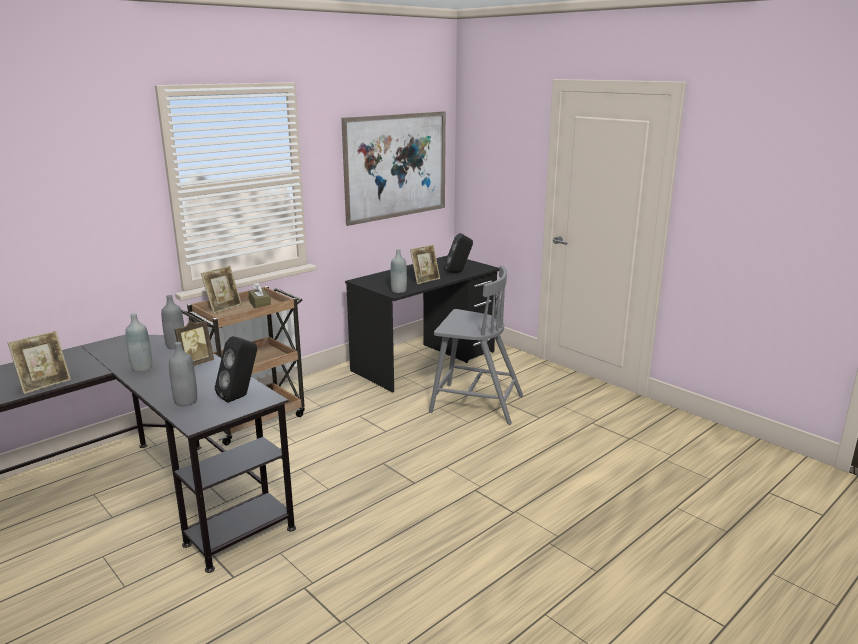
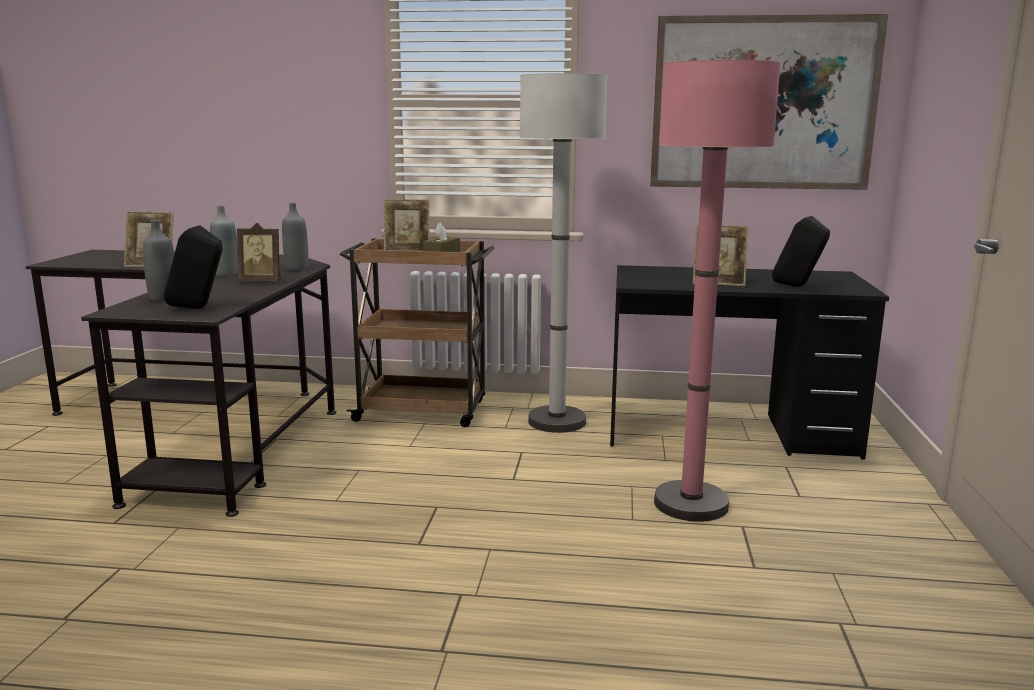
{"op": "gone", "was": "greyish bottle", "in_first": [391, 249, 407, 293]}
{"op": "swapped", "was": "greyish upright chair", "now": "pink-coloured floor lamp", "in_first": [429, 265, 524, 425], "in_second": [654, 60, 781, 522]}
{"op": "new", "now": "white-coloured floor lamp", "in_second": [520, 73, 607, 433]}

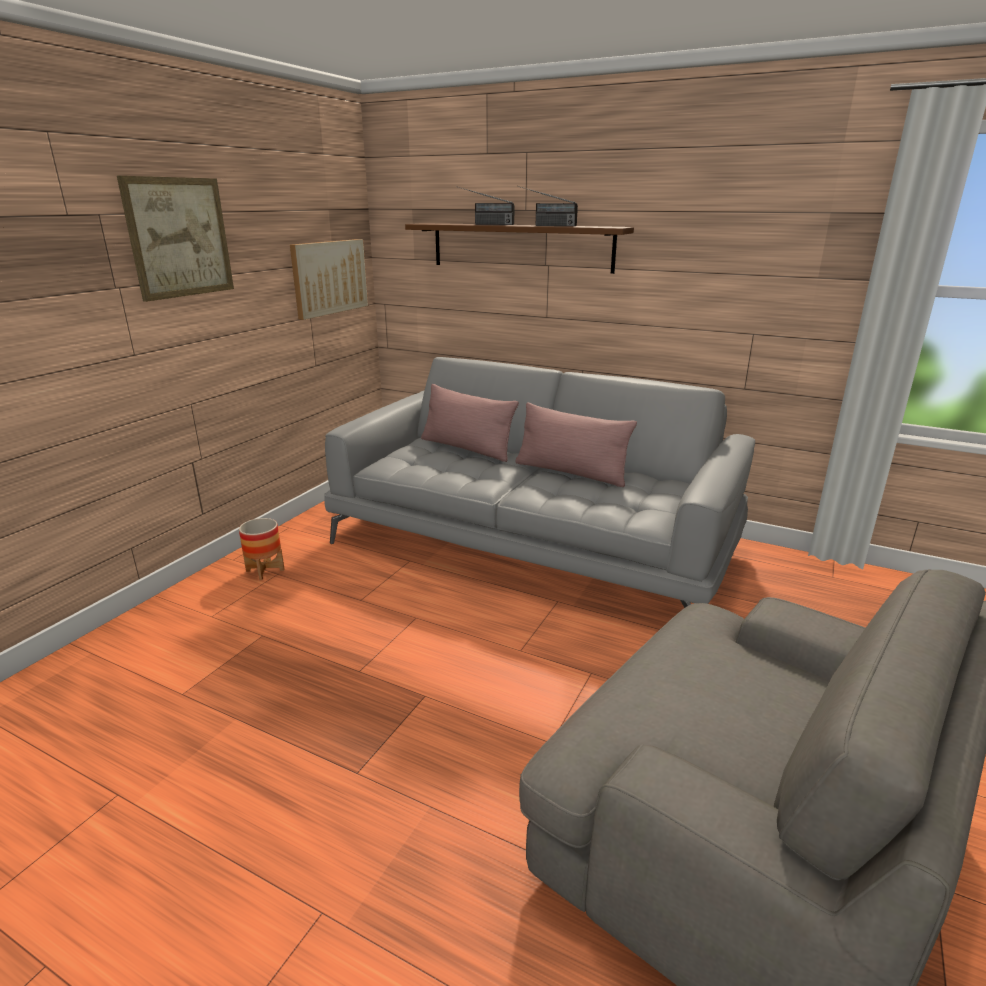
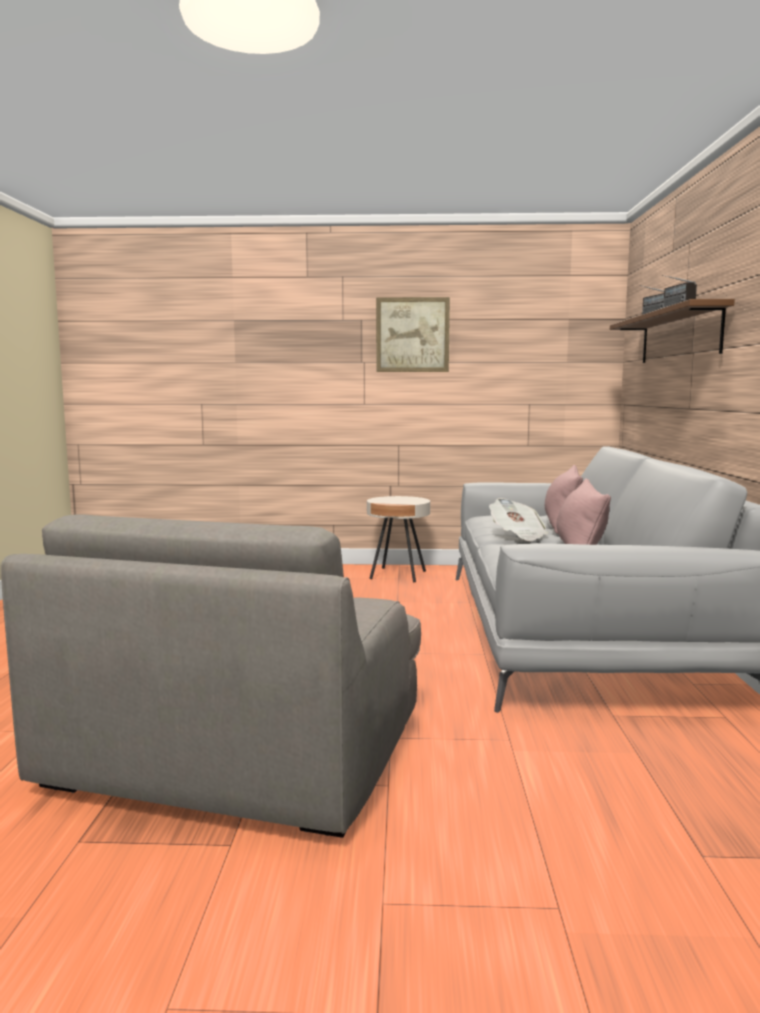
{"op": "gone", "was": "picture", "in_first": [290, 239, 368, 320]}
{"op": "swapped", "was": "plant pot", "now": "sand-coloured side table", "in_first": [239, 518, 284, 580], "in_second": [367, 496, 430, 582]}
{"op": "new", "now": "daily paper", "in_second": [489, 498, 548, 542]}

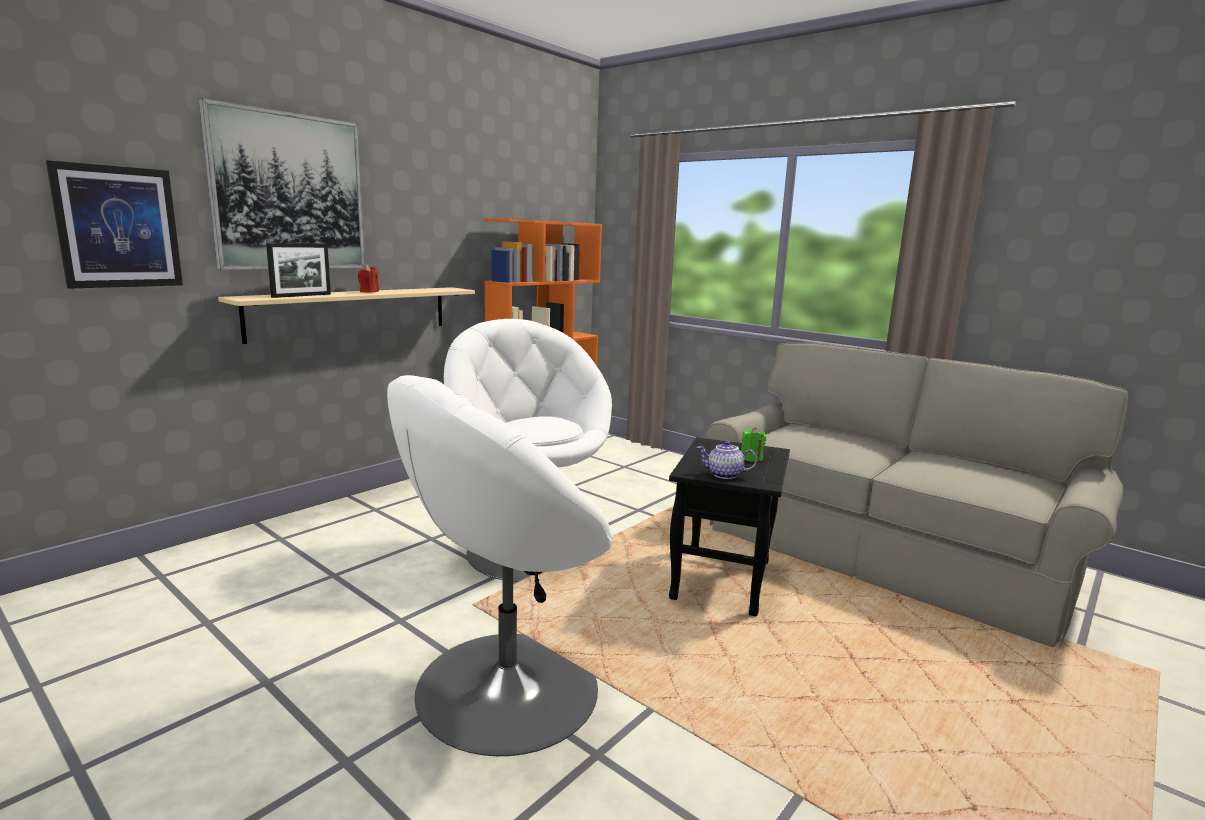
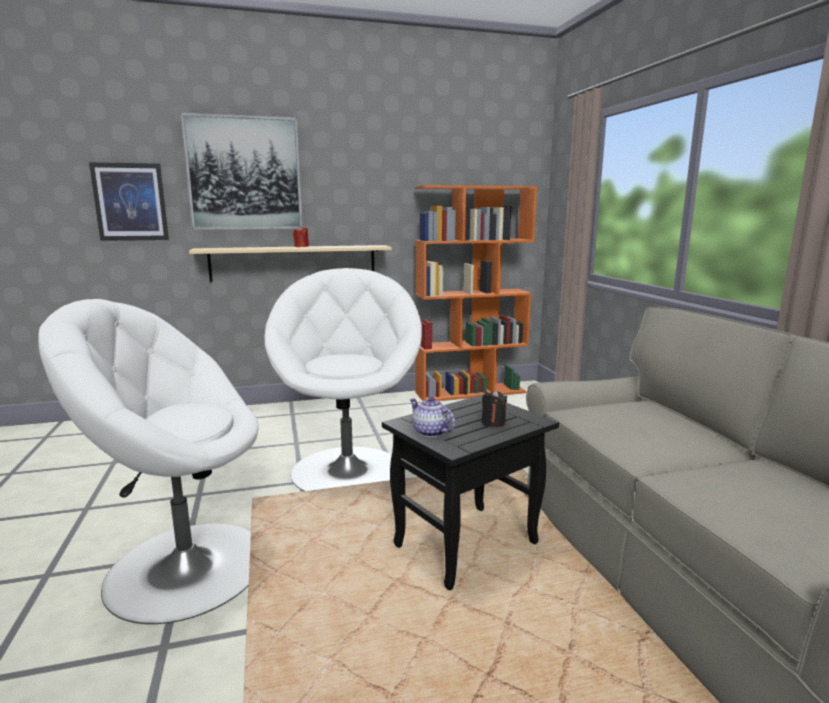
{"op": "gone", "was": "photo frame", "in_first": [266, 243, 331, 298]}
{"op": "repainted", "was": "green-coloured wax candle", "now": "blackish wax candle", "in_first": [741, 427, 766, 462], "in_second": [482, 390, 507, 427]}

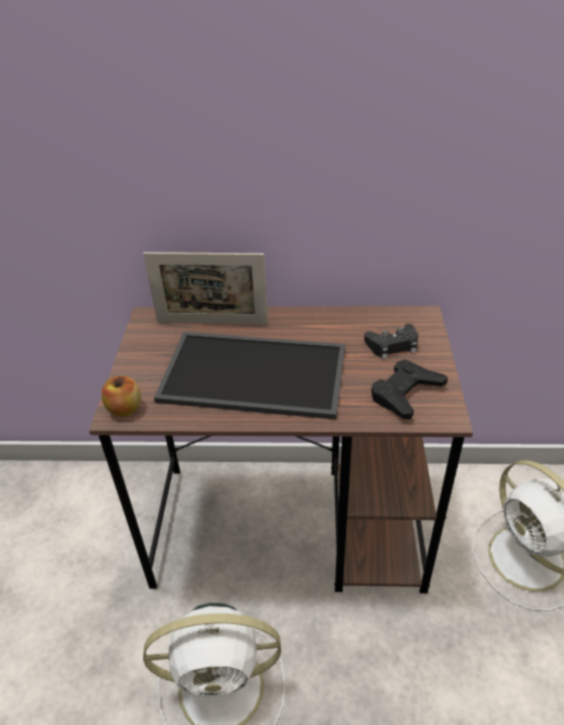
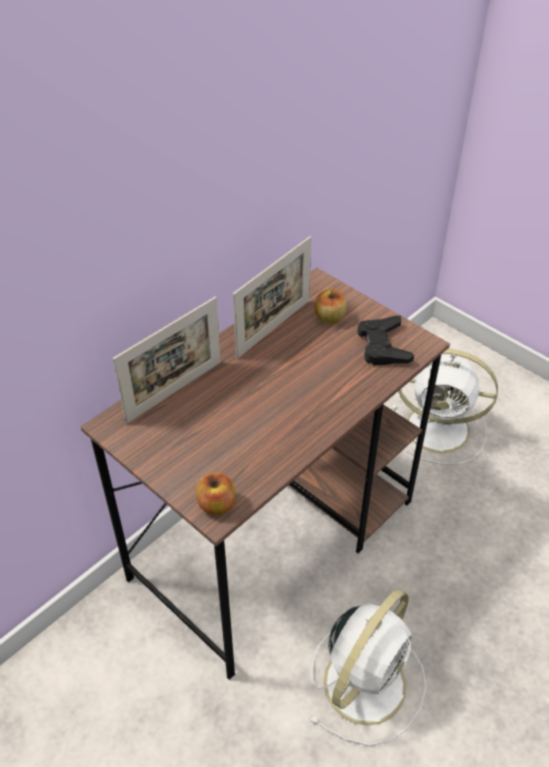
{"op": "swapped", "was": "blackish game controller", "now": "whole apple", "in_first": [364, 324, 418, 359], "in_second": [315, 289, 347, 324]}
{"op": "gone", "was": "serving tray", "in_first": [154, 332, 345, 420]}
{"op": "new", "now": "photo frame", "in_second": [233, 236, 312, 359]}

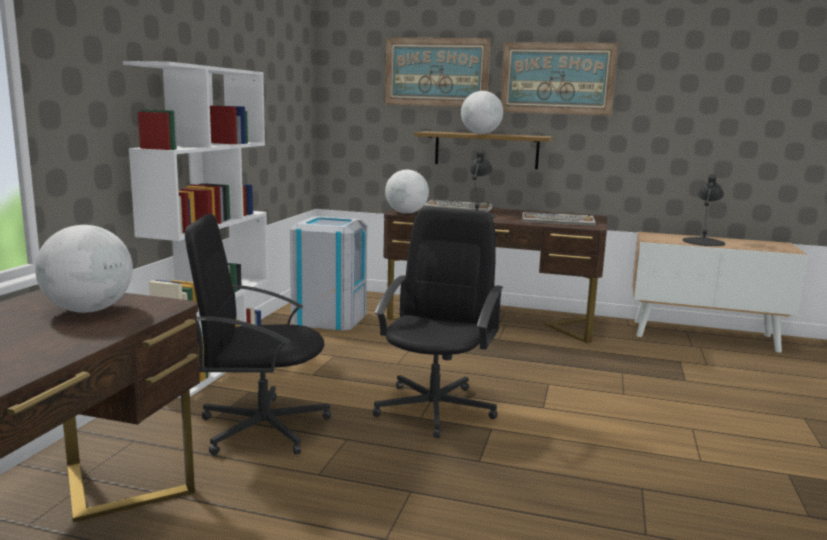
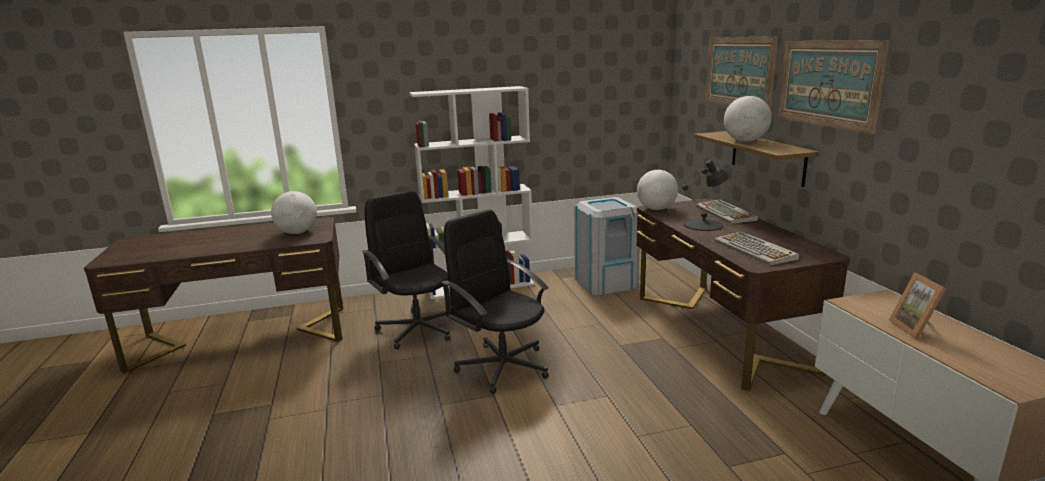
{"op": "swapped", "was": "blackish table lamp", "now": "photo frame", "in_first": [682, 174, 725, 246], "in_second": [889, 272, 946, 339]}
{"op": "rotated", "was": "blackish computer chair", "in_first": [373, 207, 503, 438], "in_second": [441, 209, 549, 394], "clockwise": -120}

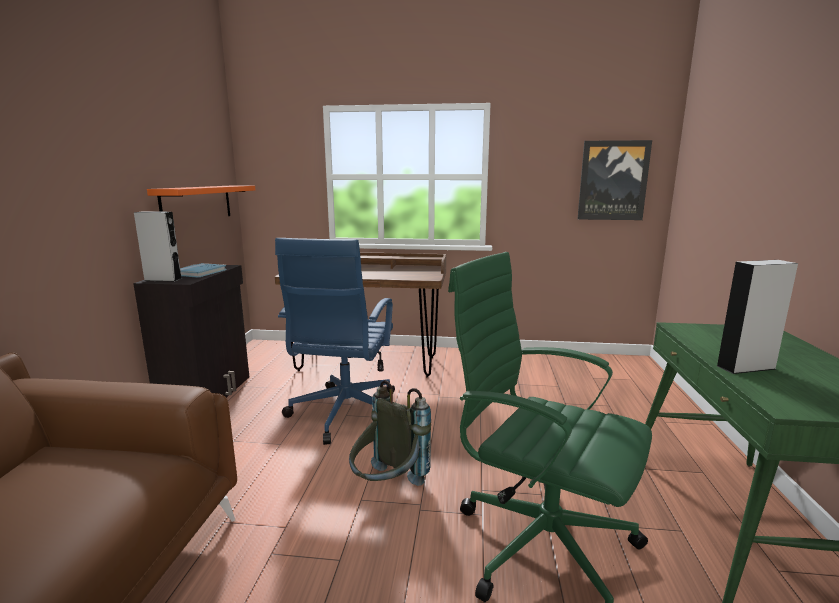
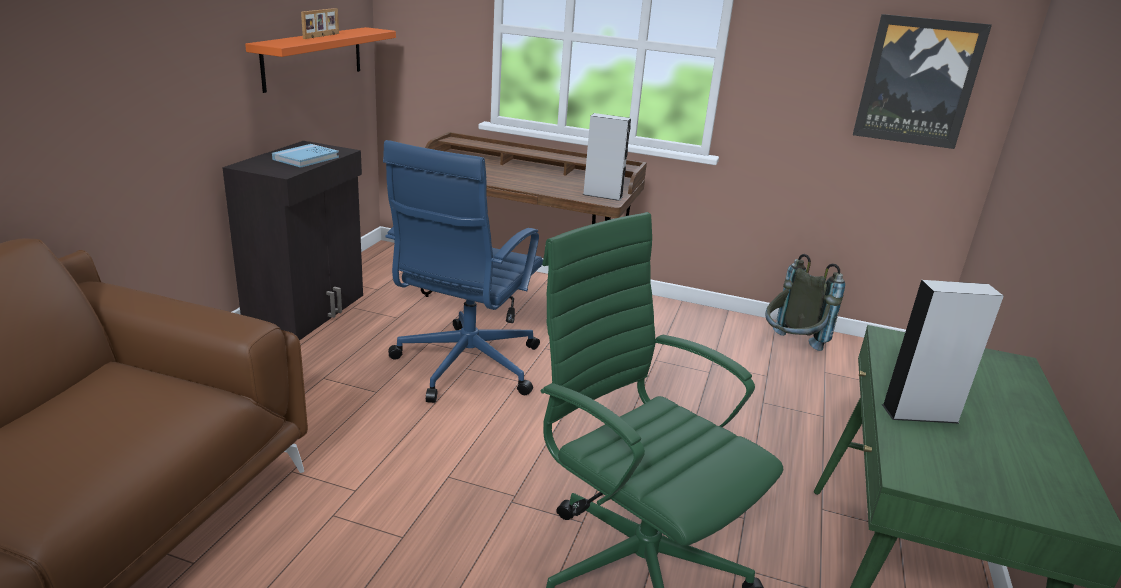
{"op": "shifted", "was": "greyish speaker", "in_first": [134, 211, 181, 281], "in_second": [583, 113, 631, 201]}
{"op": "shifted", "was": "greyish knapsack", "in_first": [349, 380, 431, 486], "in_second": [765, 254, 845, 351]}
{"op": "new", "now": "photo frame", "in_second": [301, 8, 339, 39]}

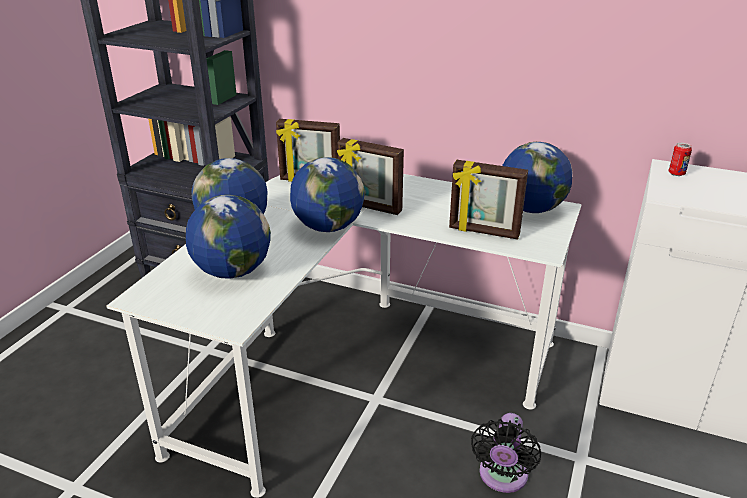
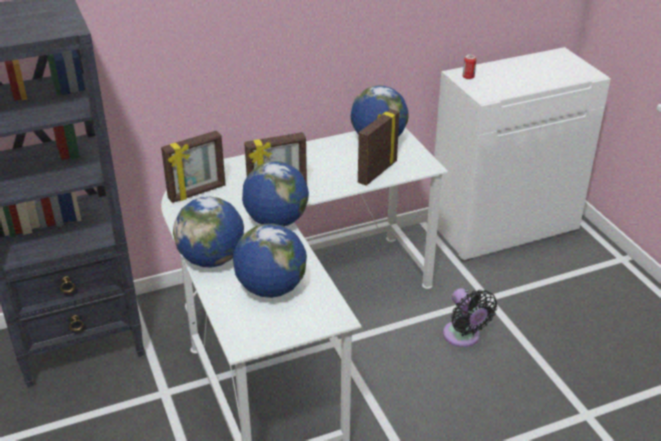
{"op": "rotated", "was": "photo frame", "in_first": [449, 160, 528, 240], "in_second": [358, 109, 400, 186], "clockwise": 150}

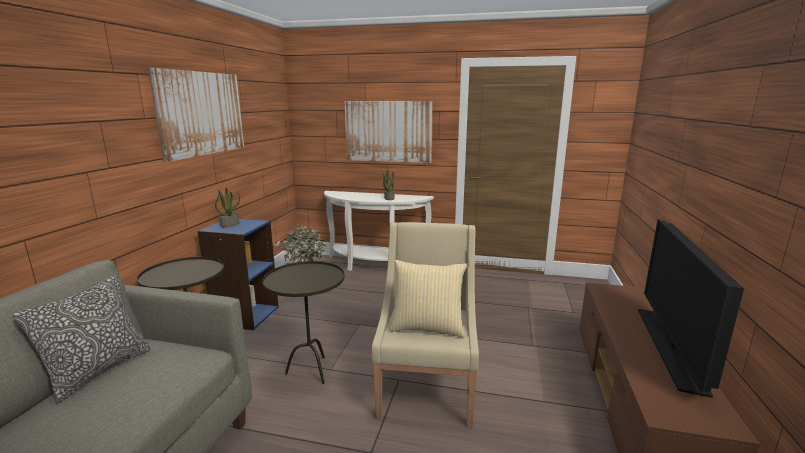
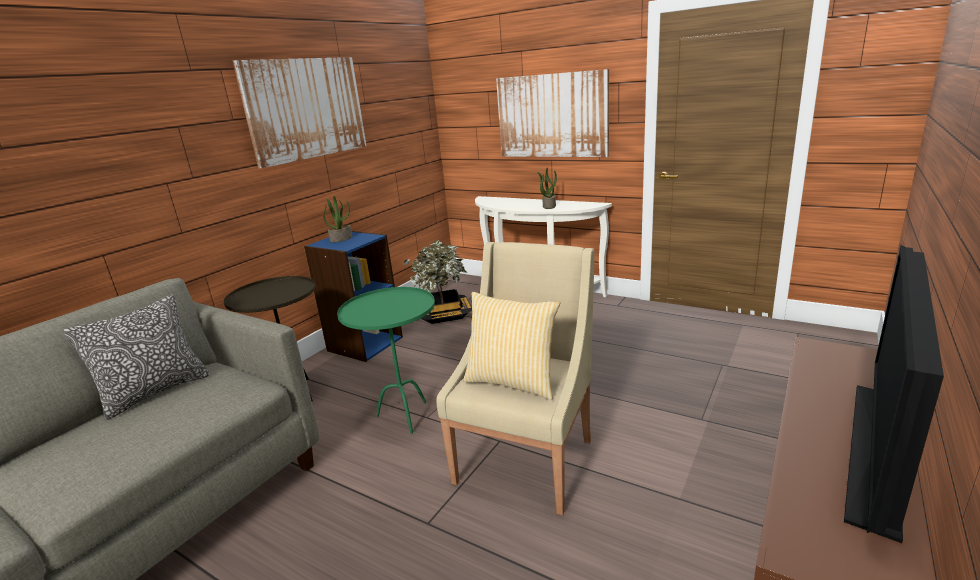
{"op": "repainted", "was": "brown side table", "now": "green-coloured side table", "in_first": [262, 261, 345, 384], "in_second": [337, 287, 435, 434]}

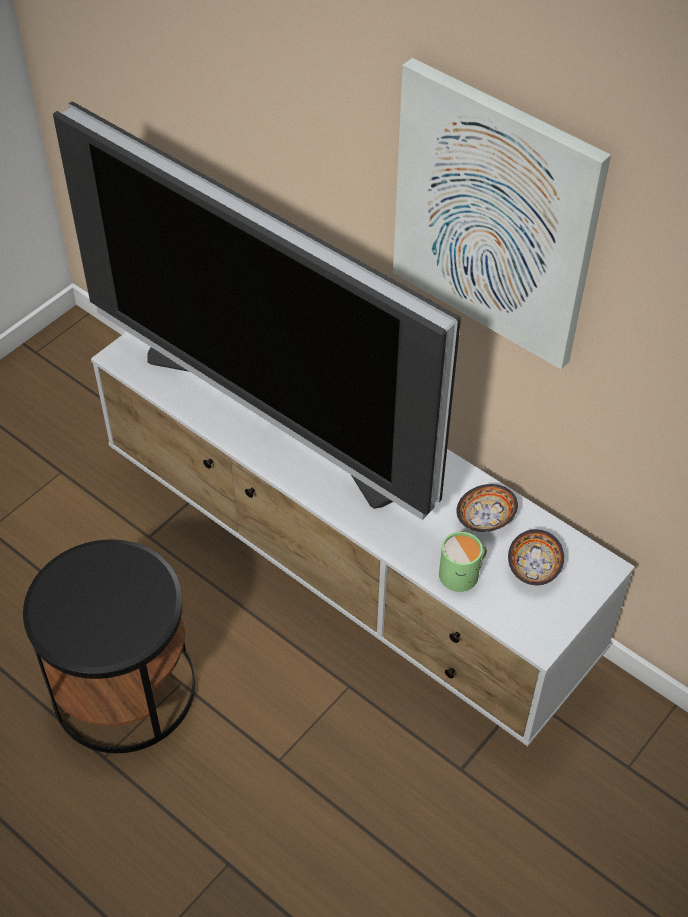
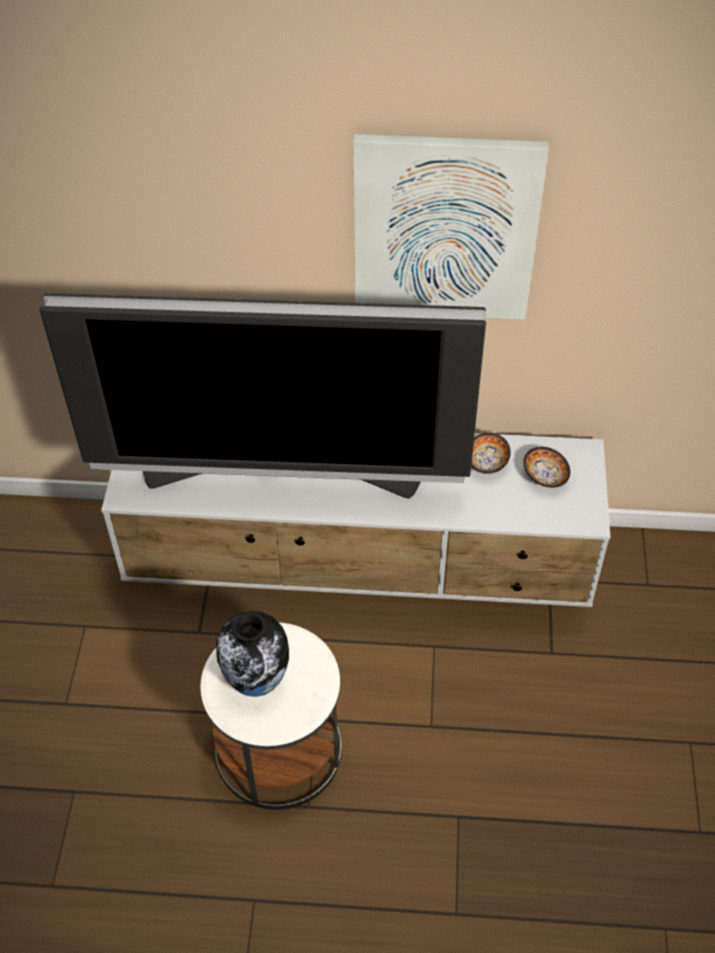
{"op": "gone", "was": "green-coloured mug", "in_first": [439, 532, 487, 592]}
{"op": "repainted", "was": "blackish side table", "now": "white-coloured side table", "in_first": [23, 540, 195, 753], "in_second": [200, 622, 342, 810]}
{"op": "new", "now": "decorative vase", "in_second": [216, 611, 289, 697]}

